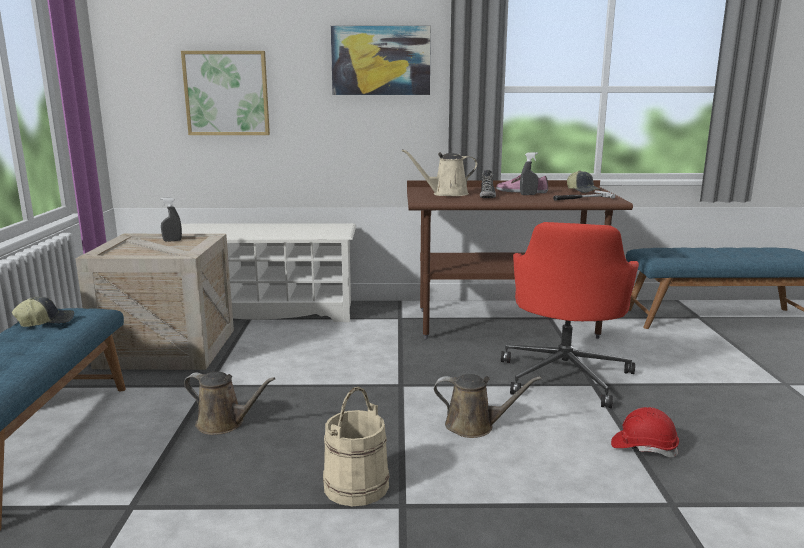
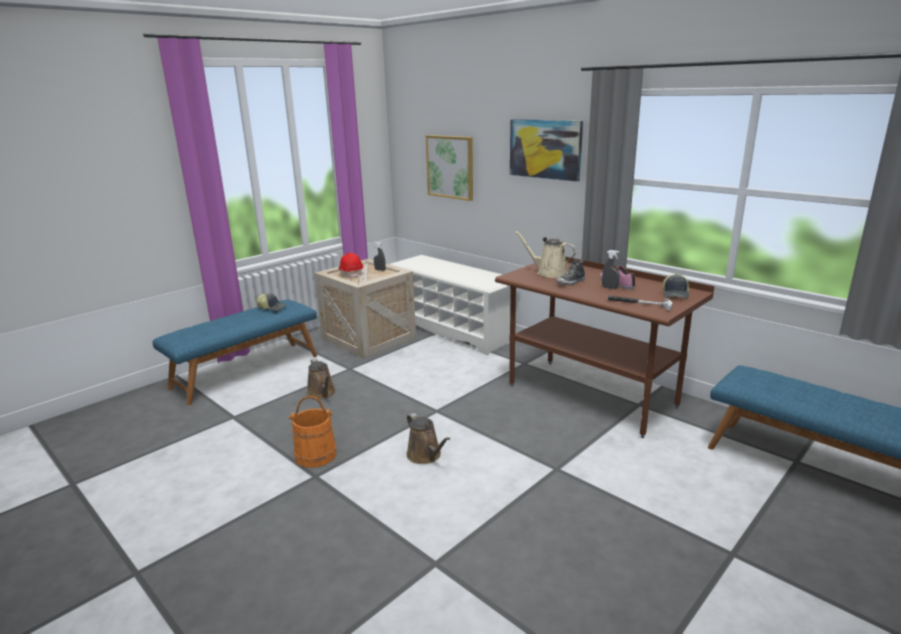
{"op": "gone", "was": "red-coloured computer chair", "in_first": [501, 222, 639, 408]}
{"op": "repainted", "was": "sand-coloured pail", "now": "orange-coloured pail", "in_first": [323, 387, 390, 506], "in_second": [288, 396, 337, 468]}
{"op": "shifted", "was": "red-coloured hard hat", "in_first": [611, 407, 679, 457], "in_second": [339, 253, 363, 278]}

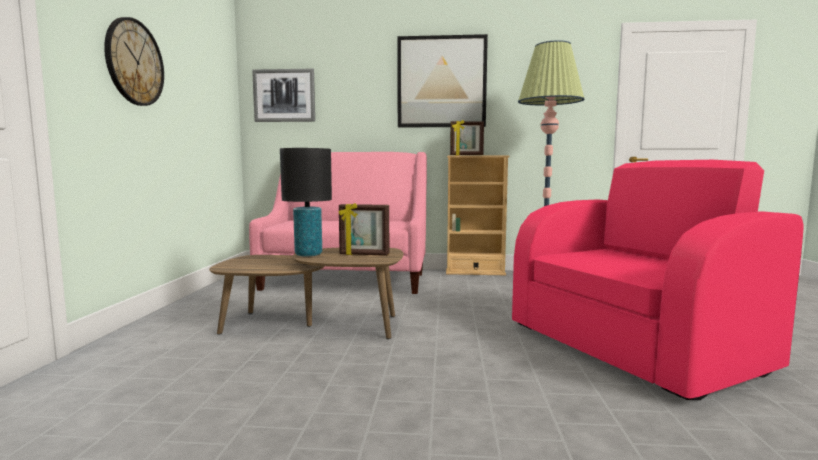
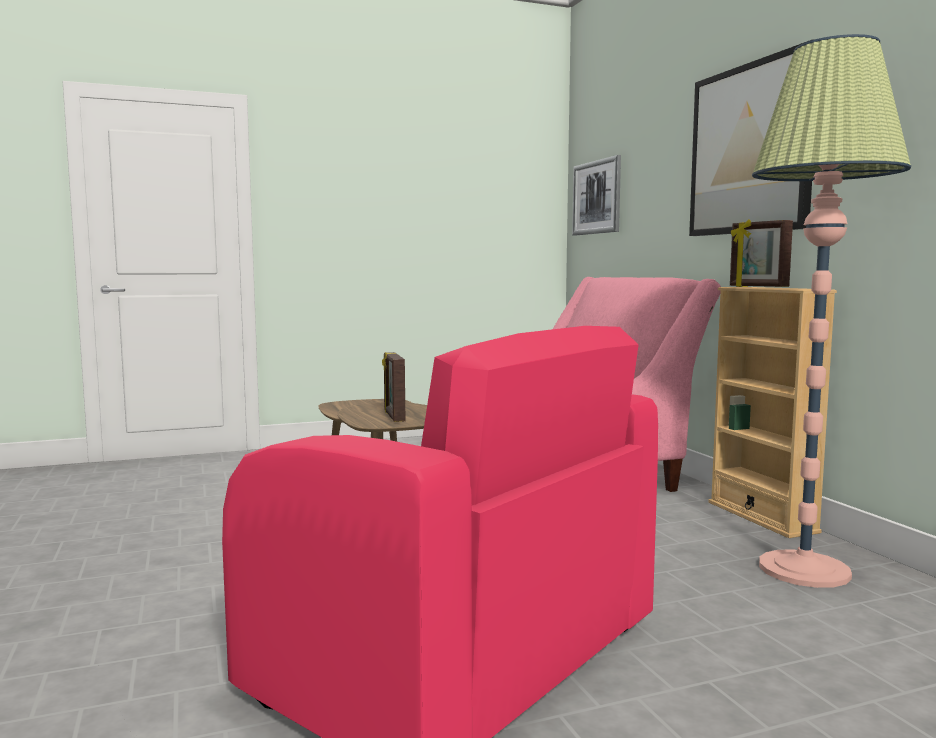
{"op": "gone", "was": "hanging clock", "in_first": [104, 17, 164, 106]}
{"op": "gone", "was": "blackish table lamp", "in_first": [280, 148, 332, 257]}

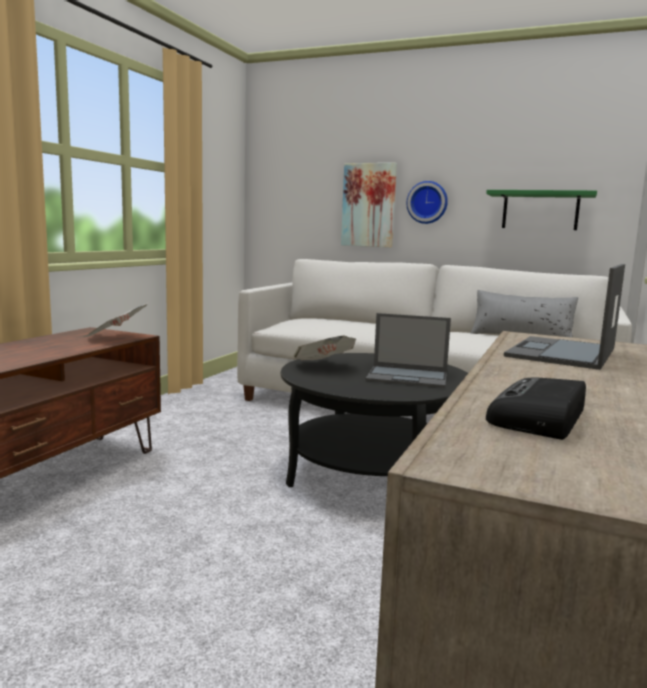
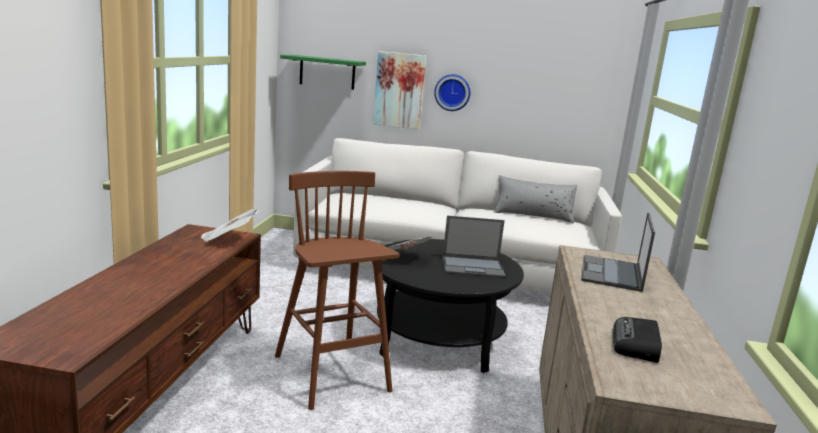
{"op": "shifted", "was": "green-coloured wall shelf", "in_first": [486, 190, 597, 230], "in_second": [280, 55, 366, 90]}
{"op": "new", "now": "brown sitting stool", "in_second": [275, 171, 399, 410]}

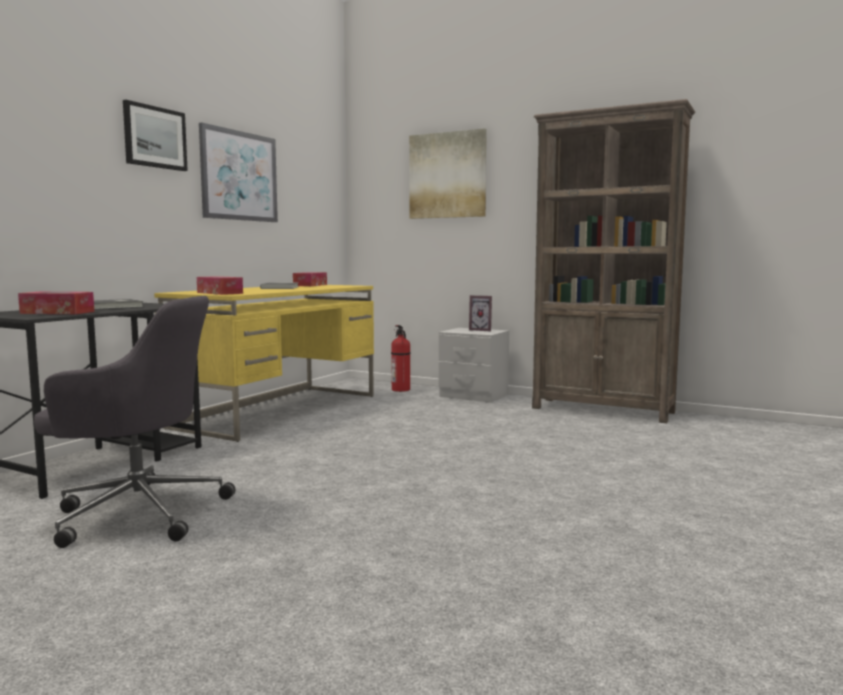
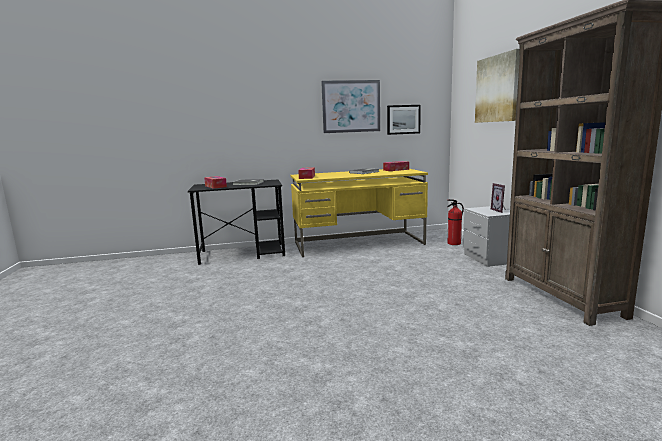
{"op": "shifted", "was": "picture", "in_first": [123, 100, 188, 171], "in_second": [387, 105, 421, 135]}
{"op": "gone", "was": "greyish computer chair", "in_first": [34, 296, 236, 548]}

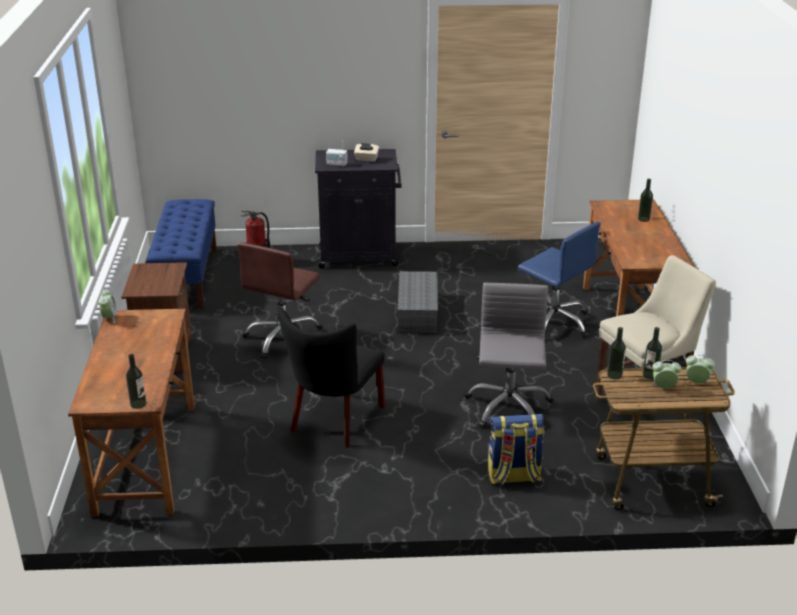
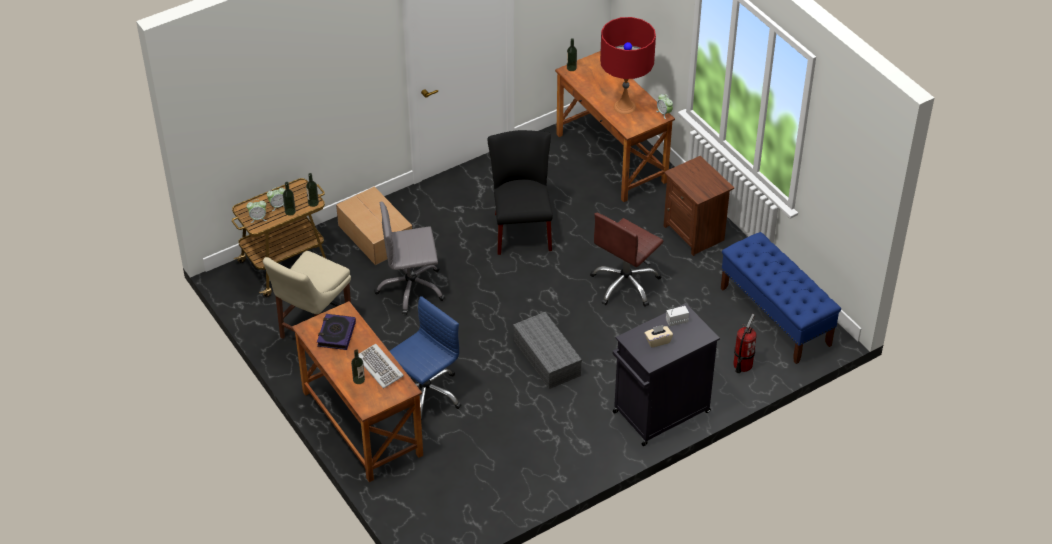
{"op": "rotated", "was": "blue-coloured computer chair", "in_first": [518, 222, 601, 338], "in_second": [389, 296, 461, 423], "clockwise": 120}
{"op": "rotated", "was": "brown computer chair", "in_first": [237, 242, 323, 359], "in_second": [590, 213, 663, 307], "clockwise": -135}
{"op": "rotated", "was": "greyish computer chair", "in_first": [464, 283, 554, 428], "in_second": [374, 202, 445, 315], "clockwise": 105}
{"op": "swapped", "was": "knapsack", "now": "cardboard box", "in_first": [488, 414, 544, 485], "in_second": [336, 187, 412, 265]}
{"op": "new", "now": "red-coloured table lamp", "in_second": [600, 17, 656, 114]}
{"op": "new", "now": "book", "in_second": [317, 314, 356, 350]}
{"op": "new", "now": "computer keyboard", "in_second": [359, 344, 404, 388]}

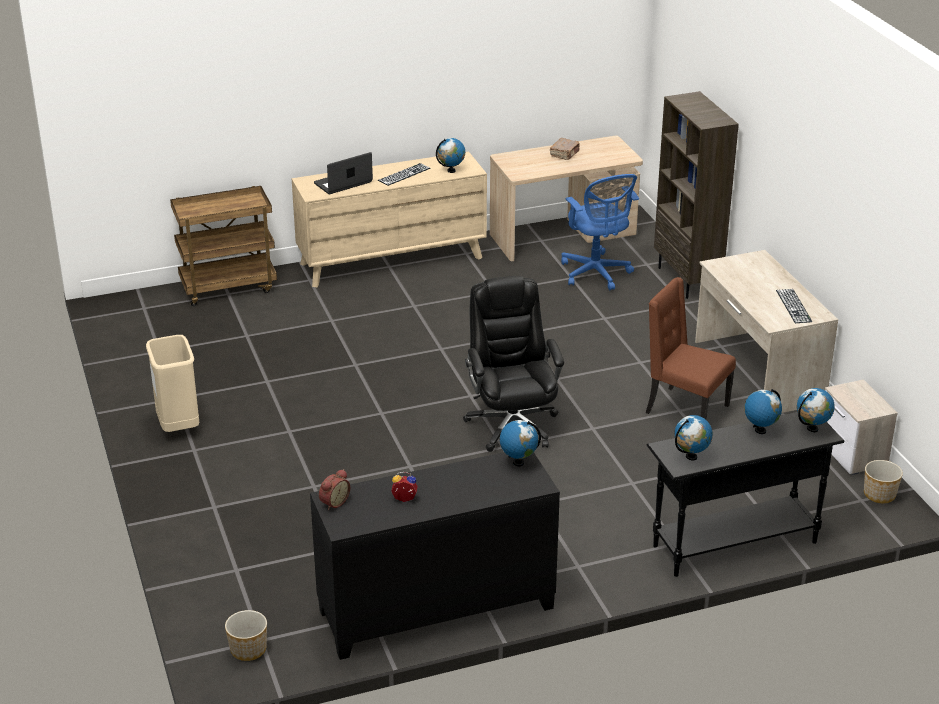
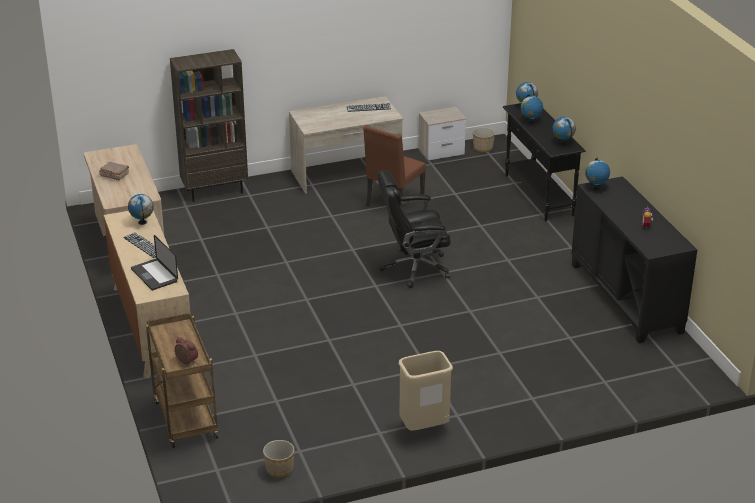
{"op": "gone", "was": "blue-coloured computer chair", "in_first": [561, 174, 639, 290]}
{"op": "shifted", "was": "table clock", "in_first": [319, 469, 350, 510], "in_second": [175, 337, 198, 364]}
{"op": "shifted", "was": "plant pot", "in_first": [225, 610, 267, 661], "in_second": [263, 440, 295, 478]}

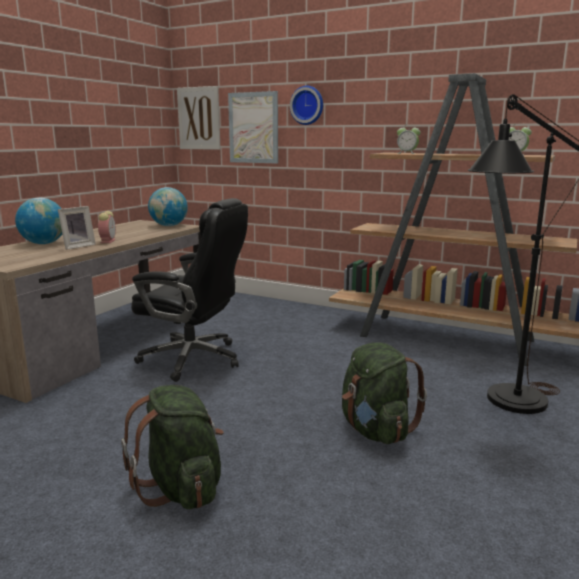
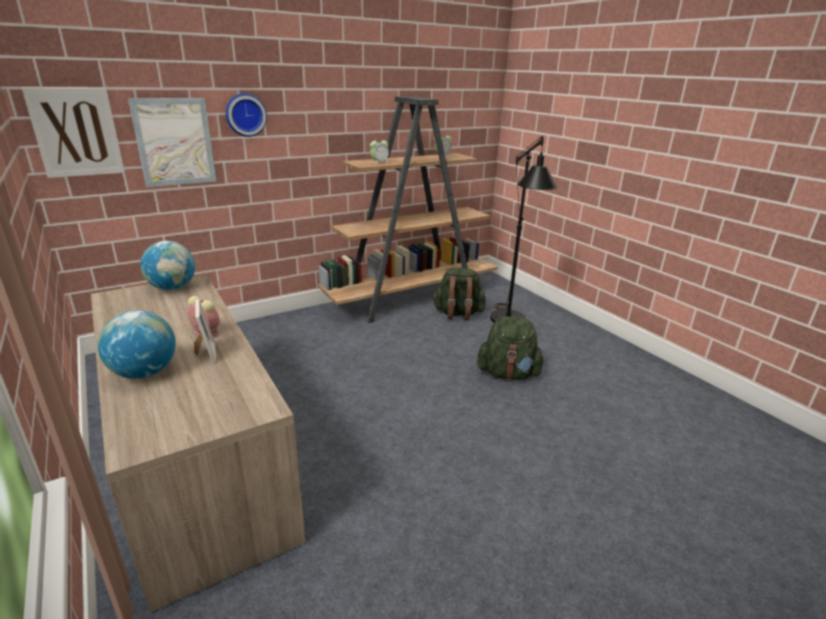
{"op": "gone", "was": "blackish computer chair", "in_first": [131, 198, 248, 382]}
{"op": "shifted", "was": "green-coloured knapsack", "in_first": [121, 385, 224, 509], "in_second": [433, 268, 486, 320]}

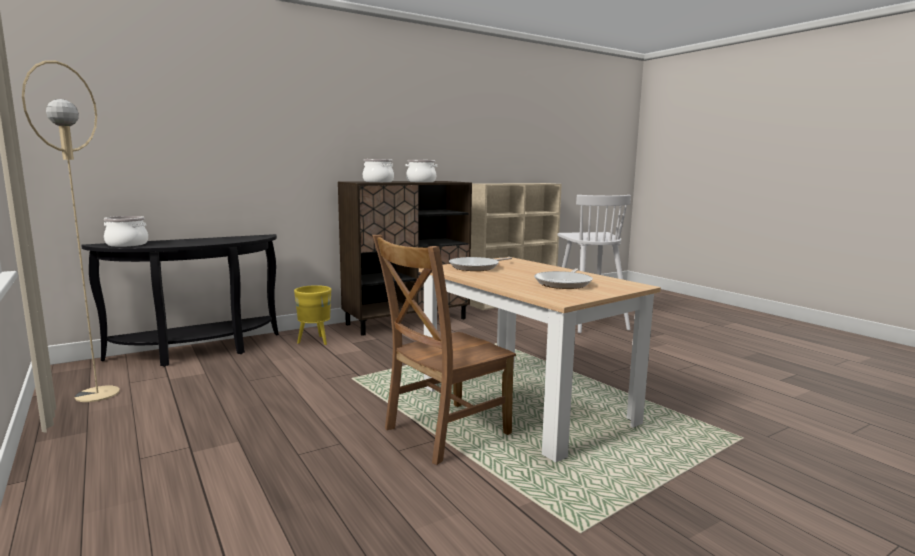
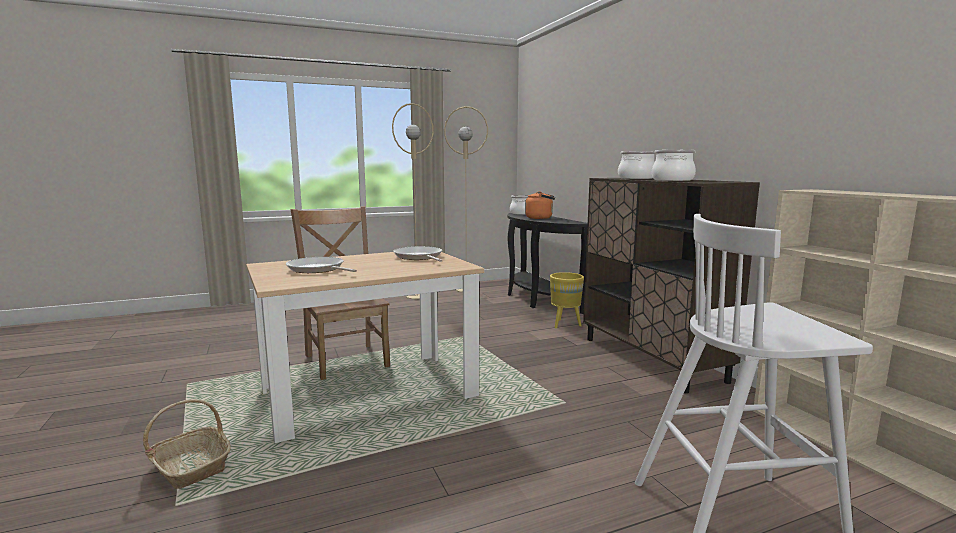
{"op": "new", "now": "sand-coloured floor lamp", "in_second": [392, 103, 434, 299]}
{"op": "new", "now": "orange-coloured tea kettle", "in_second": [525, 191, 555, 219]}
{"op": "new", "now": "storage basket", "in_second": [143, 399, 231, 489]}

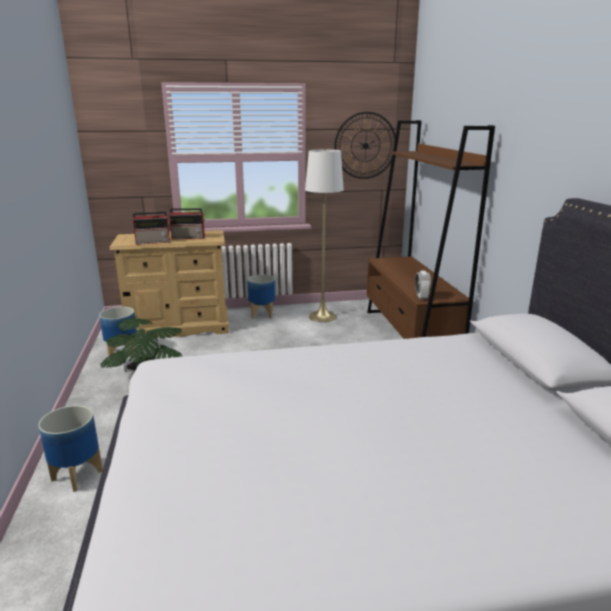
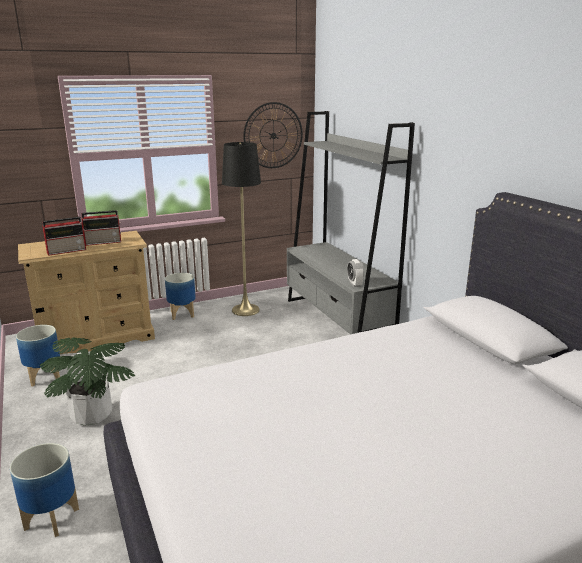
{"op": "repainted", "was": "brown shelving unit", "now": "greyish shelving unit", "in_first": [367, 120, 495, 339], "in_second": [287, 111, 415, 335]}
{"op": "repainted", "was": "white-coloured floor lamp", "now": "blackish floor lamp", "in_first": [305, 149, 344, 322], "in_second": [222, 142, 261, 316]}

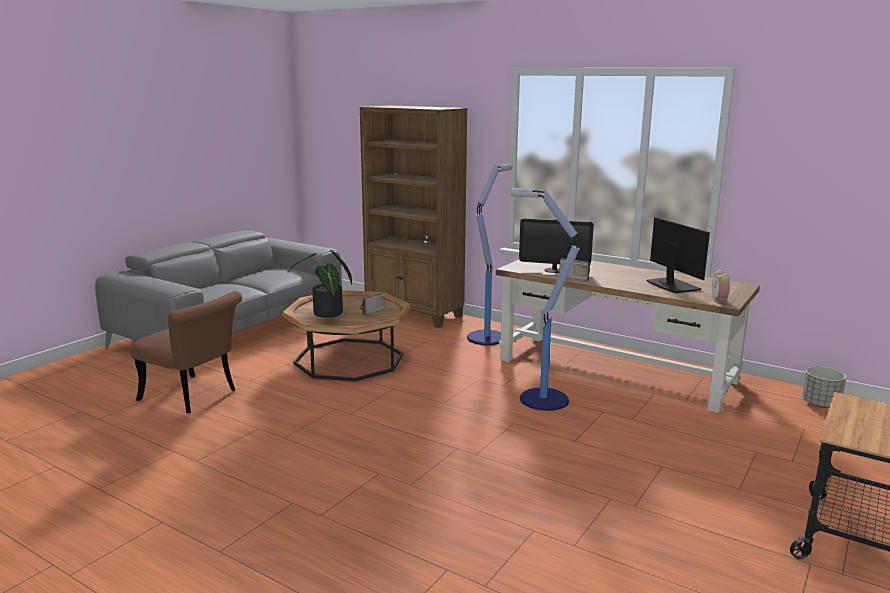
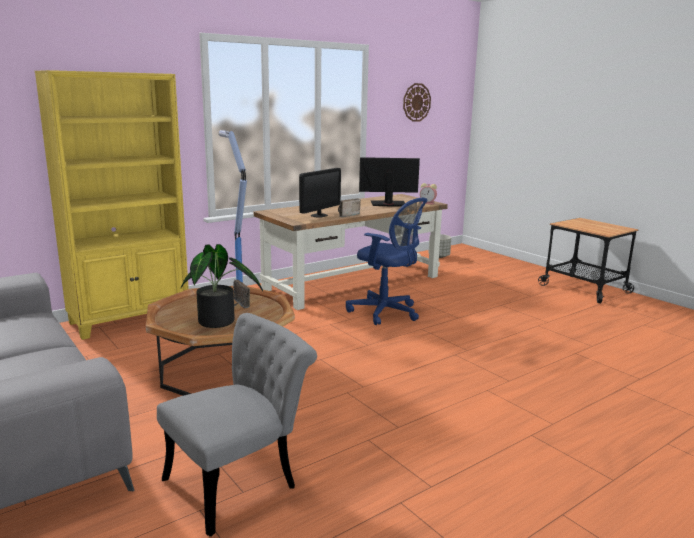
{"op": "repainted", "was": "brown shelving unit", "now": "yellowish shelving unit", "in_first": [360, 105, 468, 328], "in_second": [35, 70, 189, 340]}
{"op": "swapped", "was": "floor lamp", "now": "blue-coloured computer chair", "in_first": [511, 188, 580, 411], "in_second": [346, 198, 427, 325]}
{"op": "repainted", "was": "brown upright chair", "now": "greyish upright chair", "in_first": [130, 291, 242, 413], "in_second": [157, 313, 317, 537]}
{"op": "new", "now": "hanging clock", "in_second": [403, 83, 431, 122]}

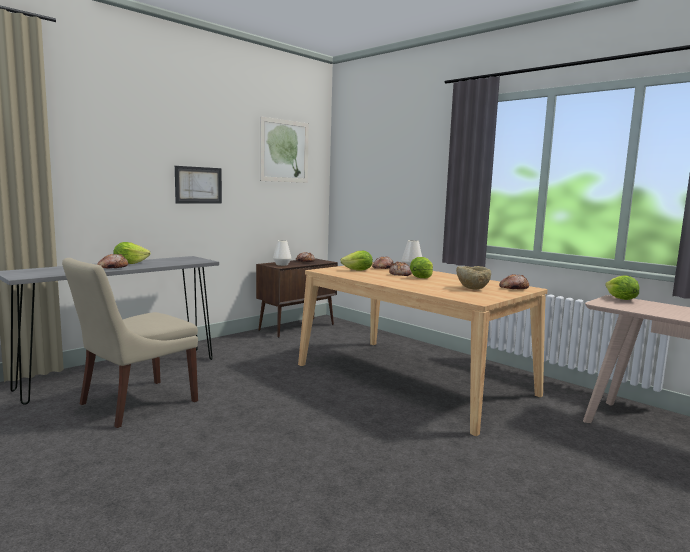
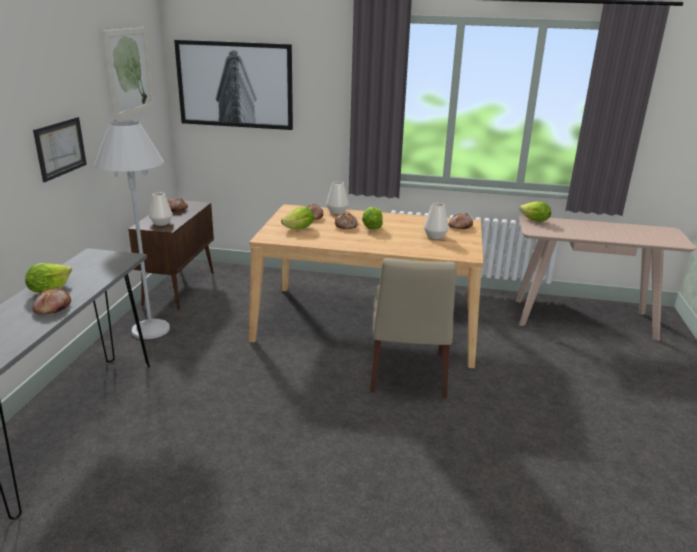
{"op": "shifted", "was": "sand-coloured upright chair", "in_first": [62, 258, 198, 428], "in_second": [370, 258, 457, 398]}
{"op": "swapped", "was": "sand-coloured deep dish", "now": "white-coloured decorative vase", "in_first": [456, 266, 491, 290], "in_second": [424, 203, 449, 239]}
{"op": "new", "now": "picture", "in_second": [174, 40, 293, 130]}
{"op": "new", "now": "white-coloured floor lamp", "in_second": [94, 121, 170, 339]}

